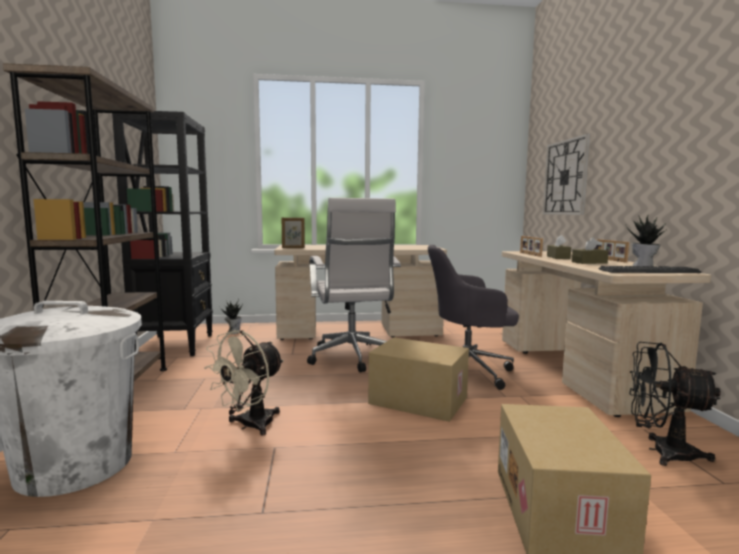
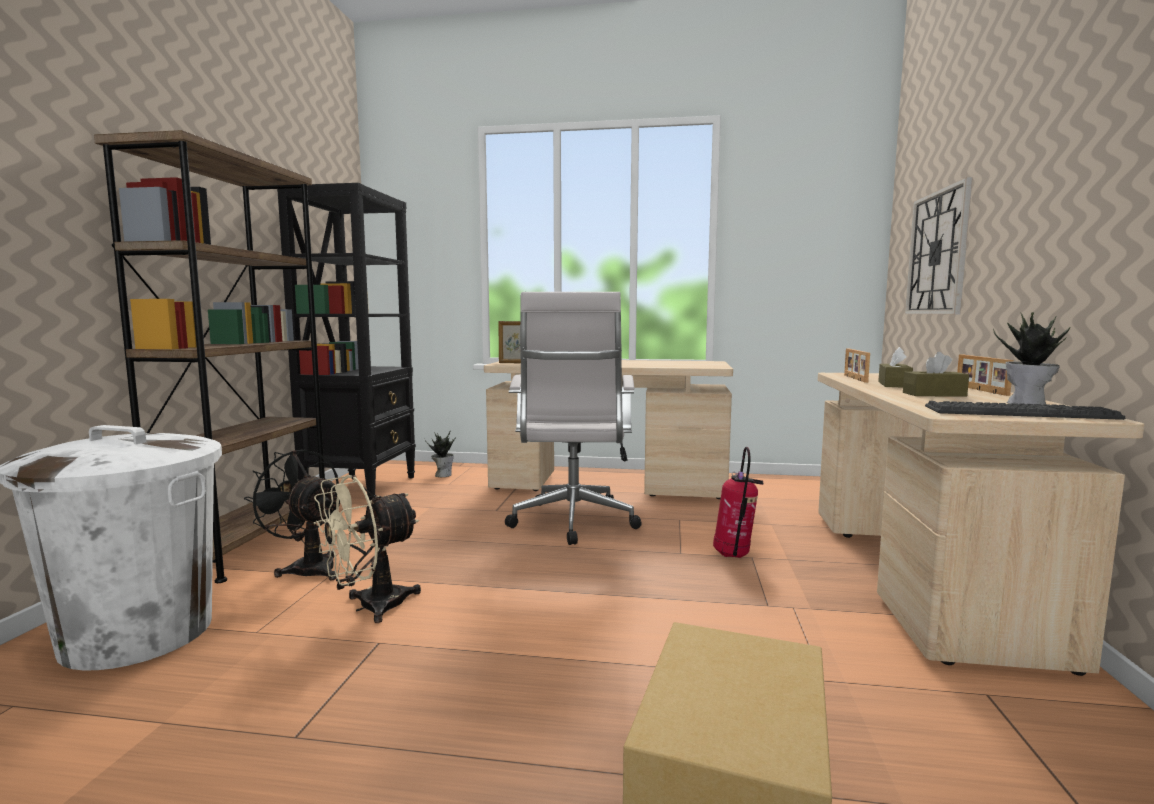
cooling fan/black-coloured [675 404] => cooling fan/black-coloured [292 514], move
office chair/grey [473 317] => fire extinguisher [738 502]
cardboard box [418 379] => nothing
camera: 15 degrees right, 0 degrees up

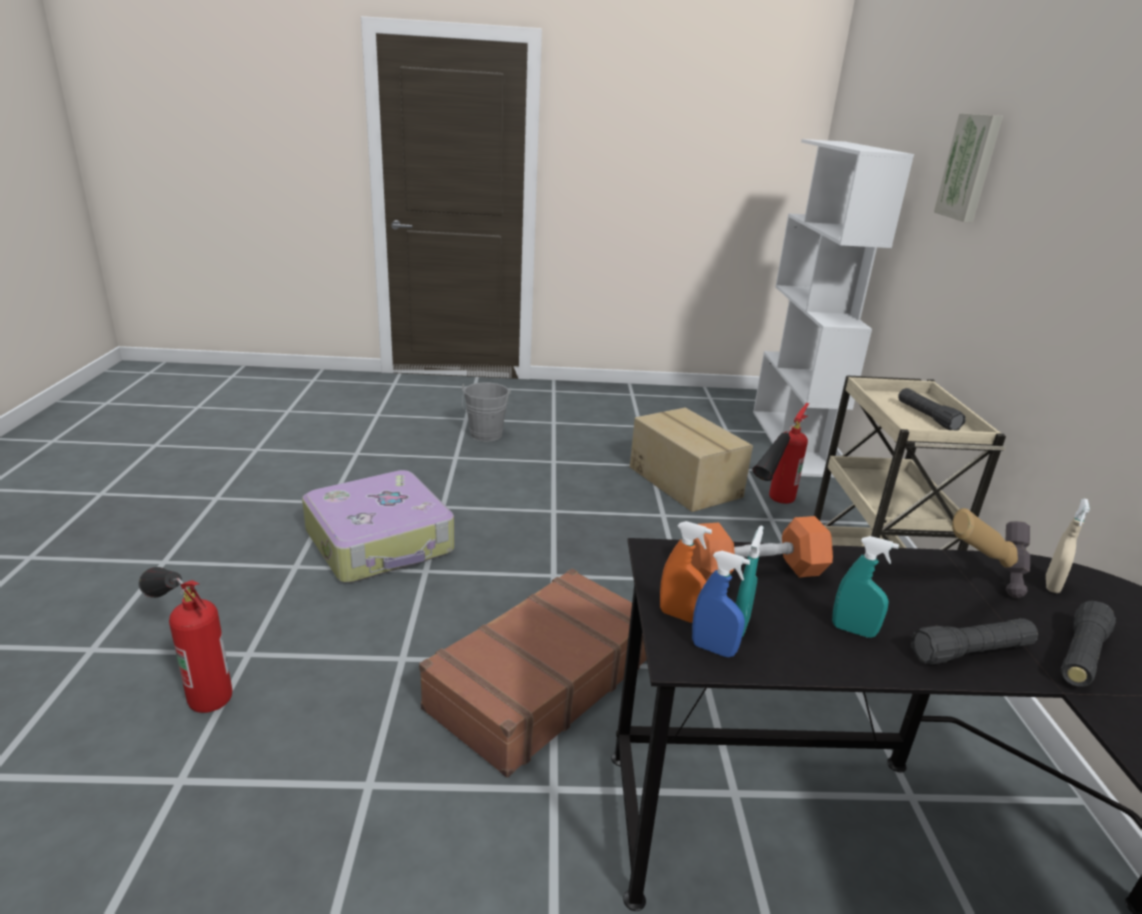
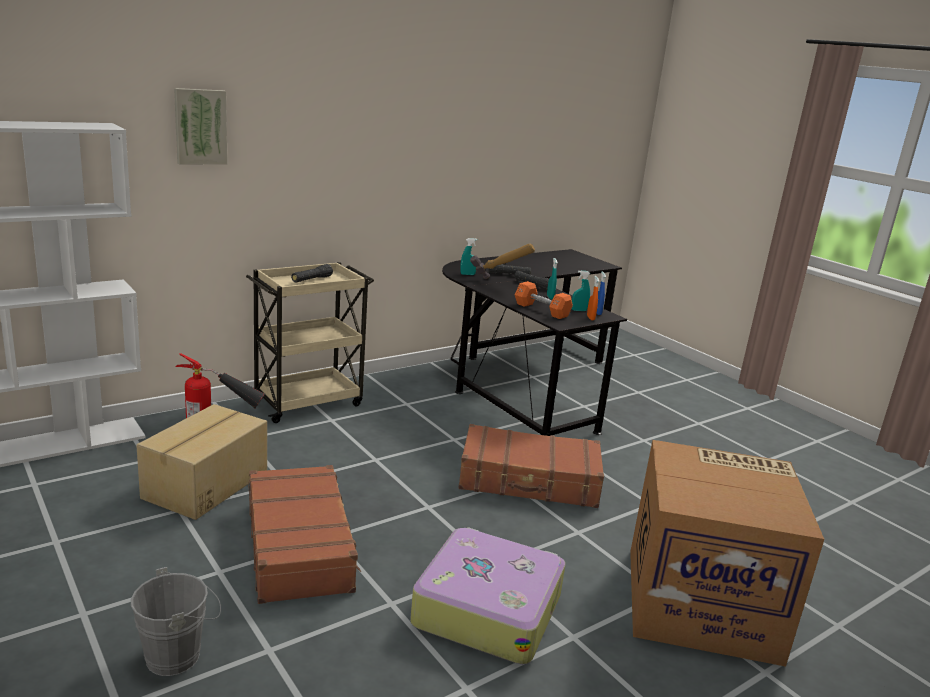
nothing => travel case/brownish [305 534]
hand sprayer/beige-coloured [1068 545] => hand sprayer/blue-green [468 256]
fire extinguisher [185 640] => cardboard box [727 553]
camera: 125 degrees left, 5 degrees down

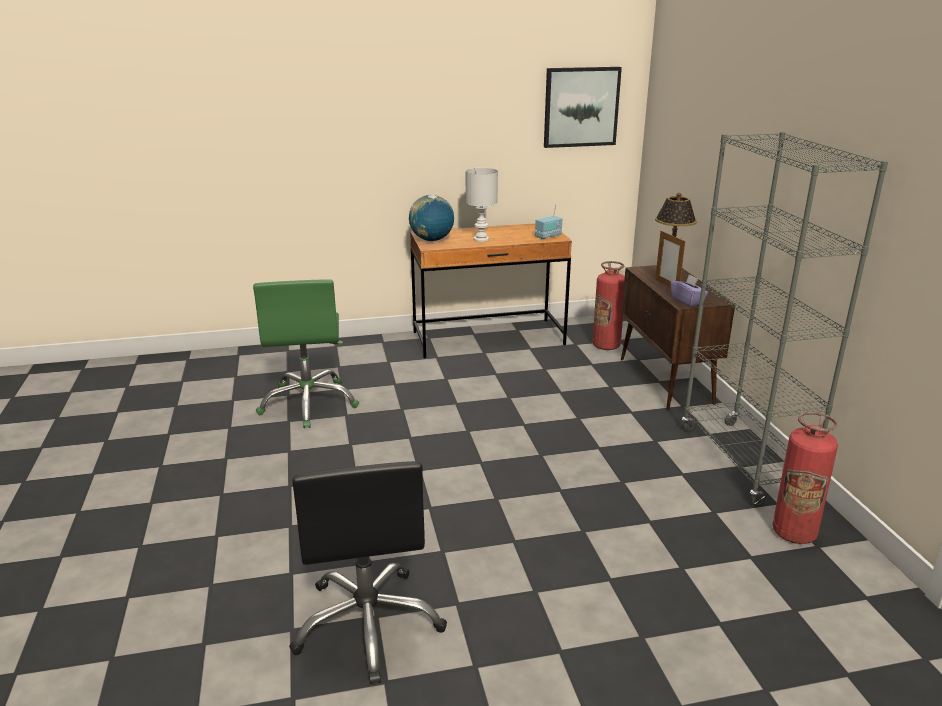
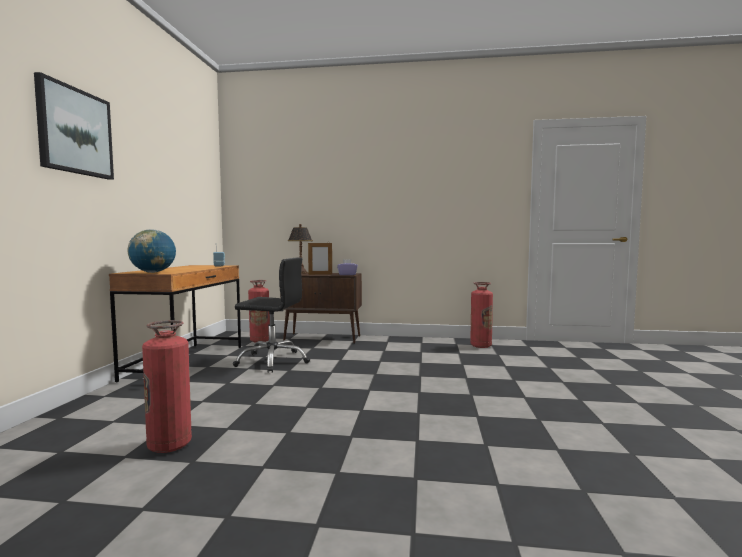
wall art [583 107] => wall art [74 126], move
office chair/green-coloured [306 354] => fire extinguisher [167 386]
office chair/black-coloured [368 572] => office chair/black-coloured [271 315], move
table lamp/white [482 204] => nothing
bookshelf/grey [785 319] => nothing
camera: 70 degrees left, 20 degrees down

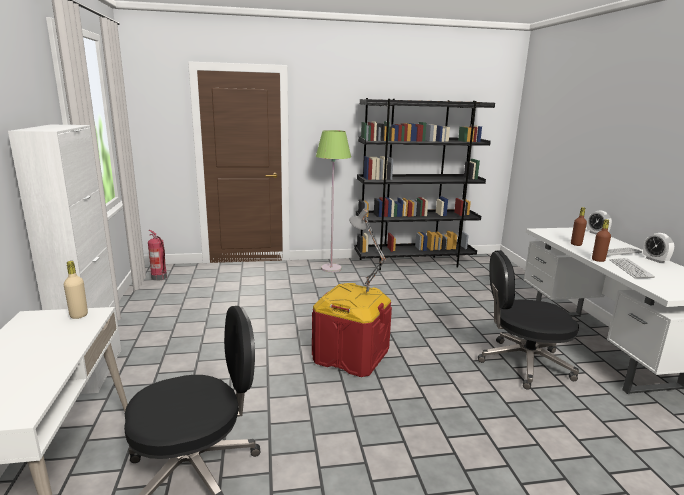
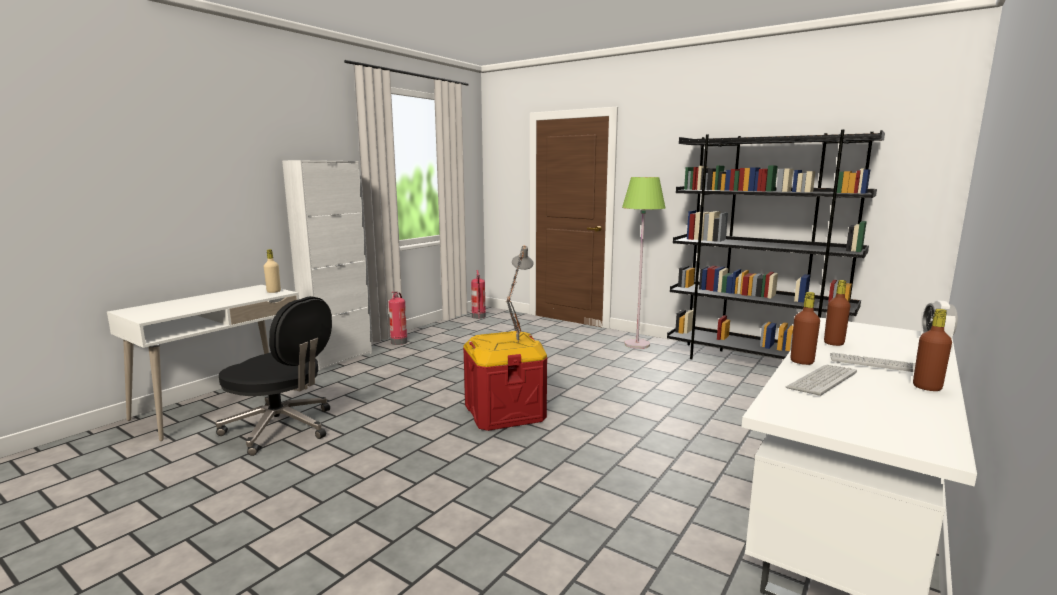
nothing => fire extinguisher [398 318]
alarm clock [658 248] => bottle/brownish [932 350]
office chair/black-coloured [528 320] => nothing
camera: 45 degrees right, 5 degrees down

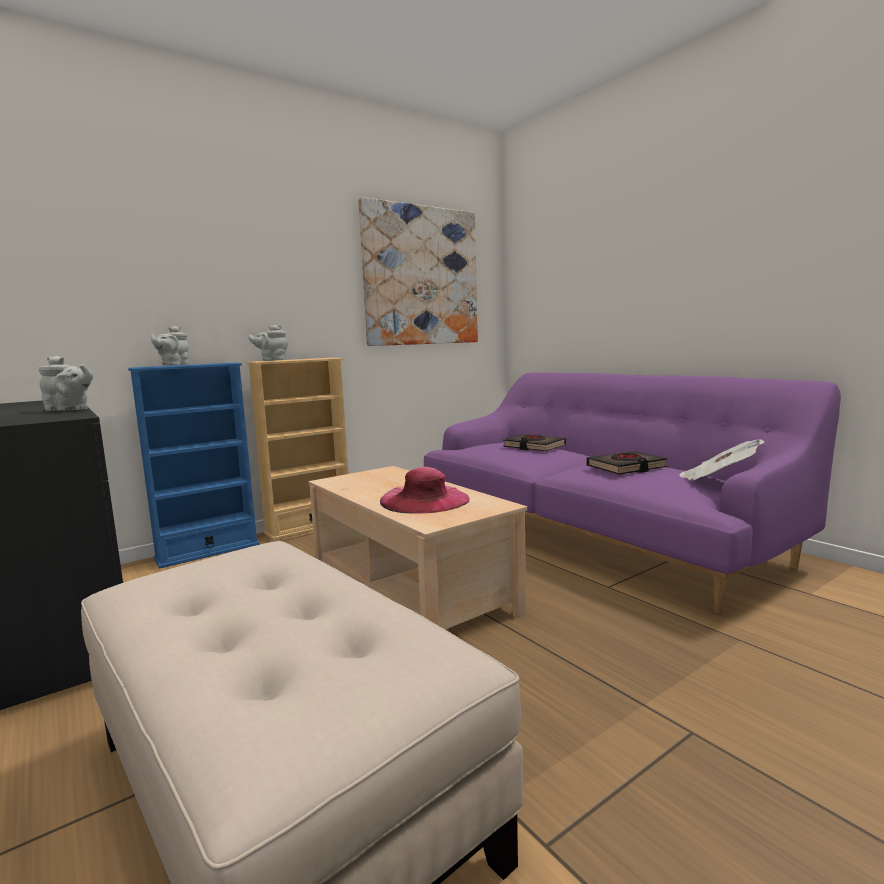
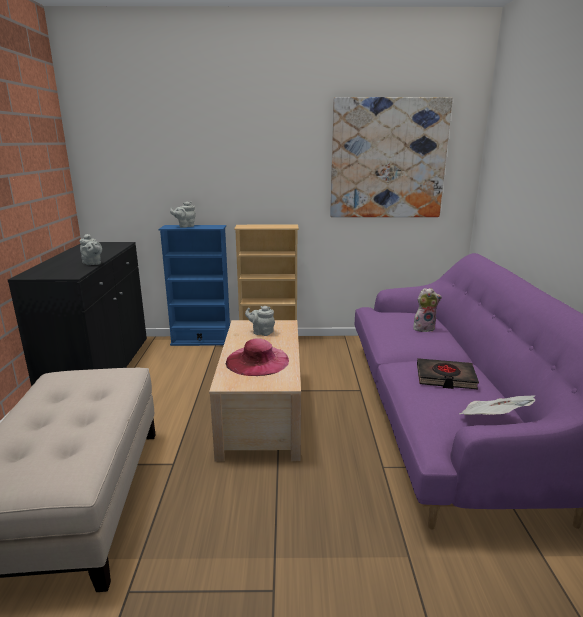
tea pot/grey [268 343] => tea pot/grey [260 321], move
book/black-coloured [534 442] => cuddly toy [427 310]
camera: 35 degrees right, 10 degrees up

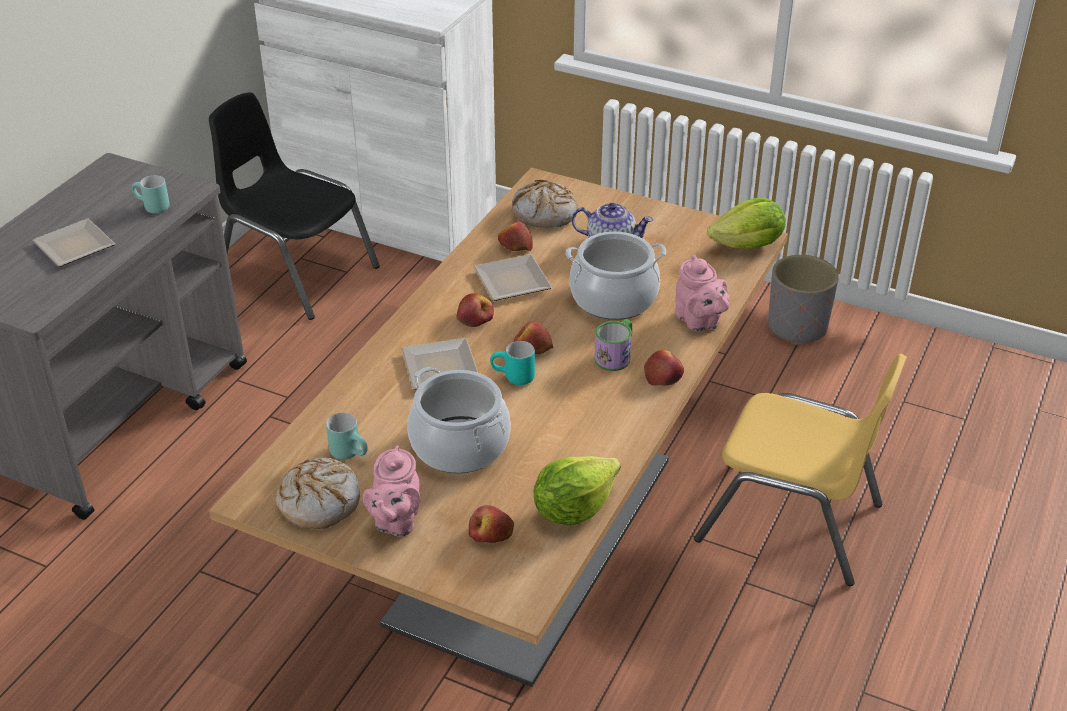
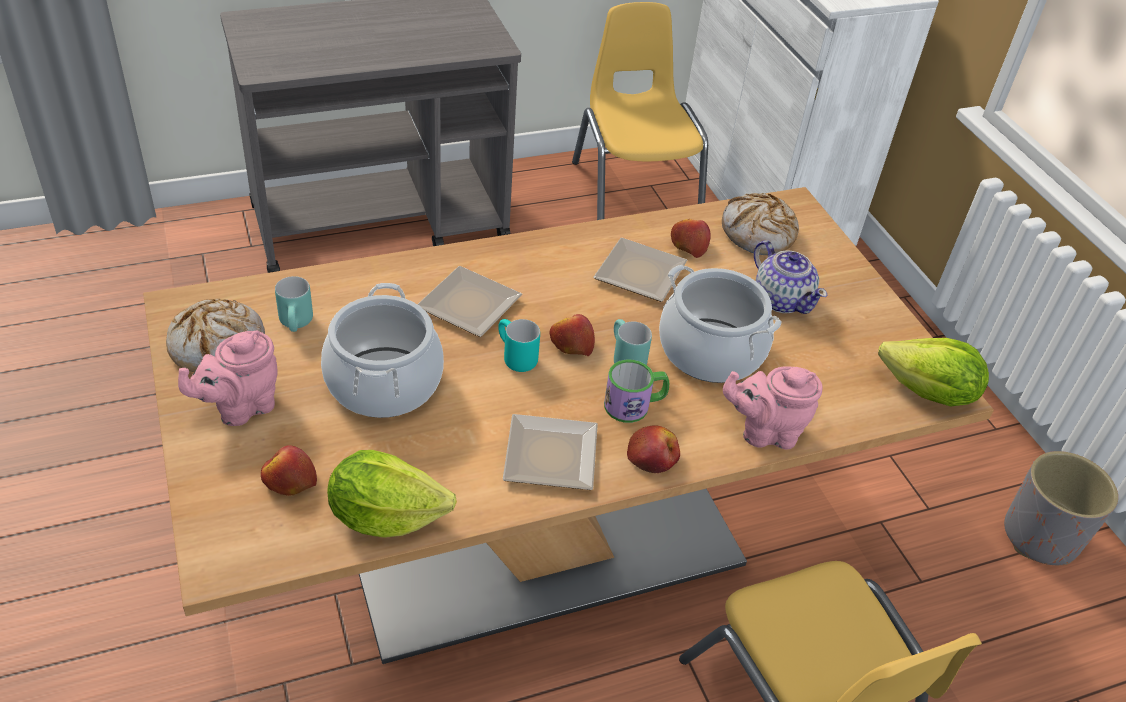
dinner plate [74 243] => dinner plate [550 452], move
upright chair/black-coloured [294 206] => upright chair/yellow-coloured [640 111]
coffee mug/blue-green [151 194] => coffee mug/blue-green [633 342], move
tea pot/pink-coloured [702 293] => tea pot/pink-coloured [772 407], 75 degrees clockwise
apple [475 310] => nothing
camera: 40 degrees right, 5 degrees up

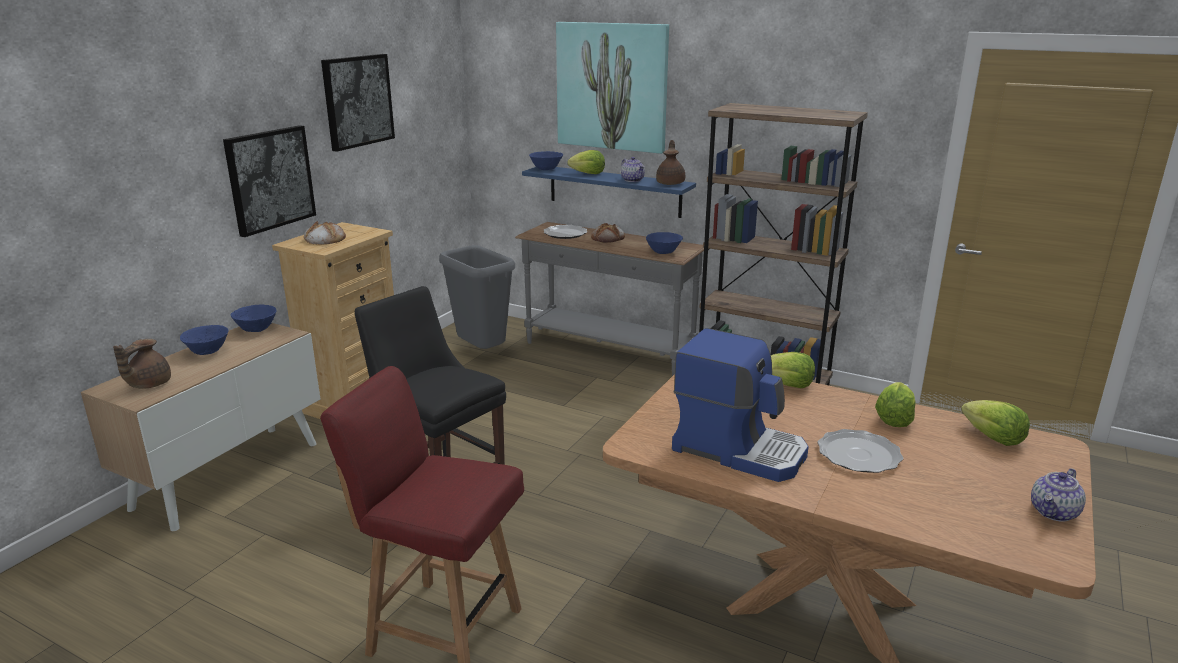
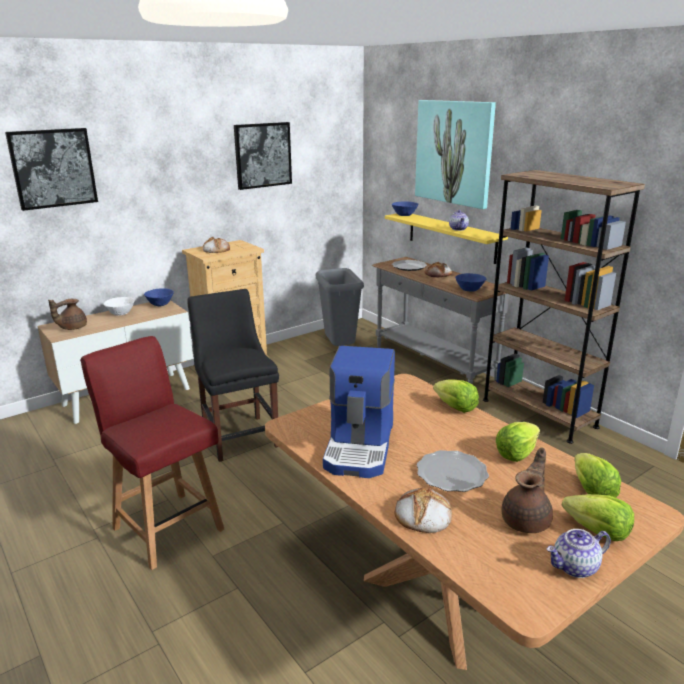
wall art [269 181] => wall art [51 169], move
serving bowl/bluish [204 340] => serving bowl/white [119 306]
coffee machine [740 405] => coffee machine [359 412], 45 degrees clockwise
bracket shelf/bluish [609 192] => bracket shelf/yellow-coloured [446 239]
nothing => baked bread [423 510]
tea pot/brownish [670 162] => tea pot/brownish [527 490], move
head of lettuce [586 162] => head of lettuce [597 517], move
camera: 25 degrees right, 0 degrees up

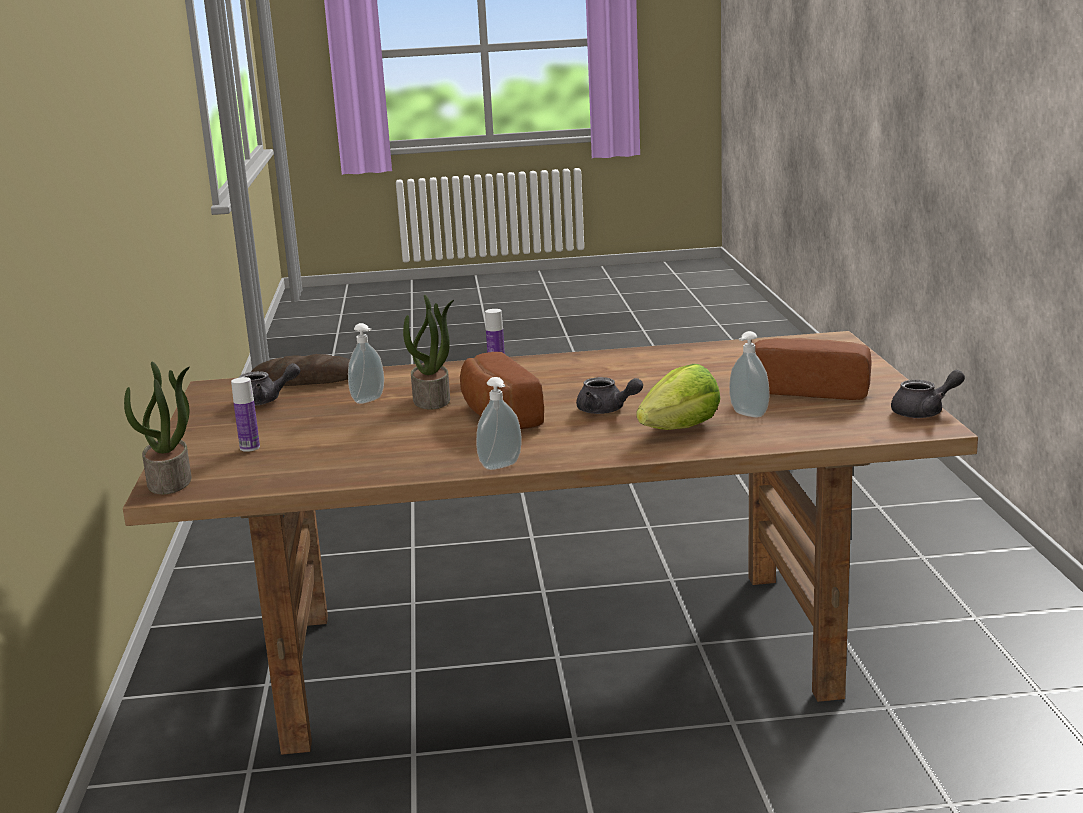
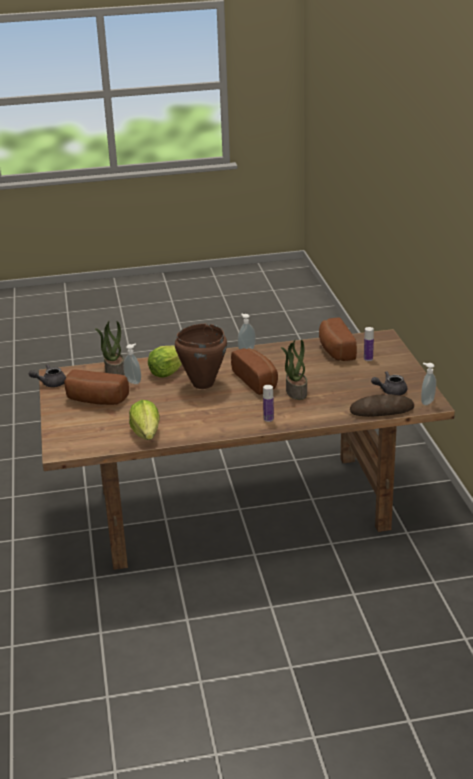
potted plant [157 428] => potted plant [109 348], move
nothing => head of lettuce [144 420]
tea pot/grey [609 395] => cooking pot/brownish [201 356]
nothing => baked bread [338 339]
soap bottle [366 363] => soap bottle [428 384], move
camera: 175 degrees right, 10 degrees up

